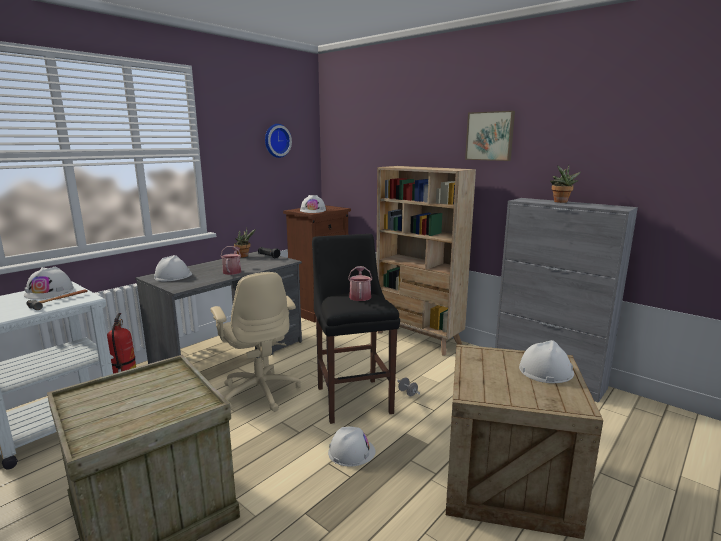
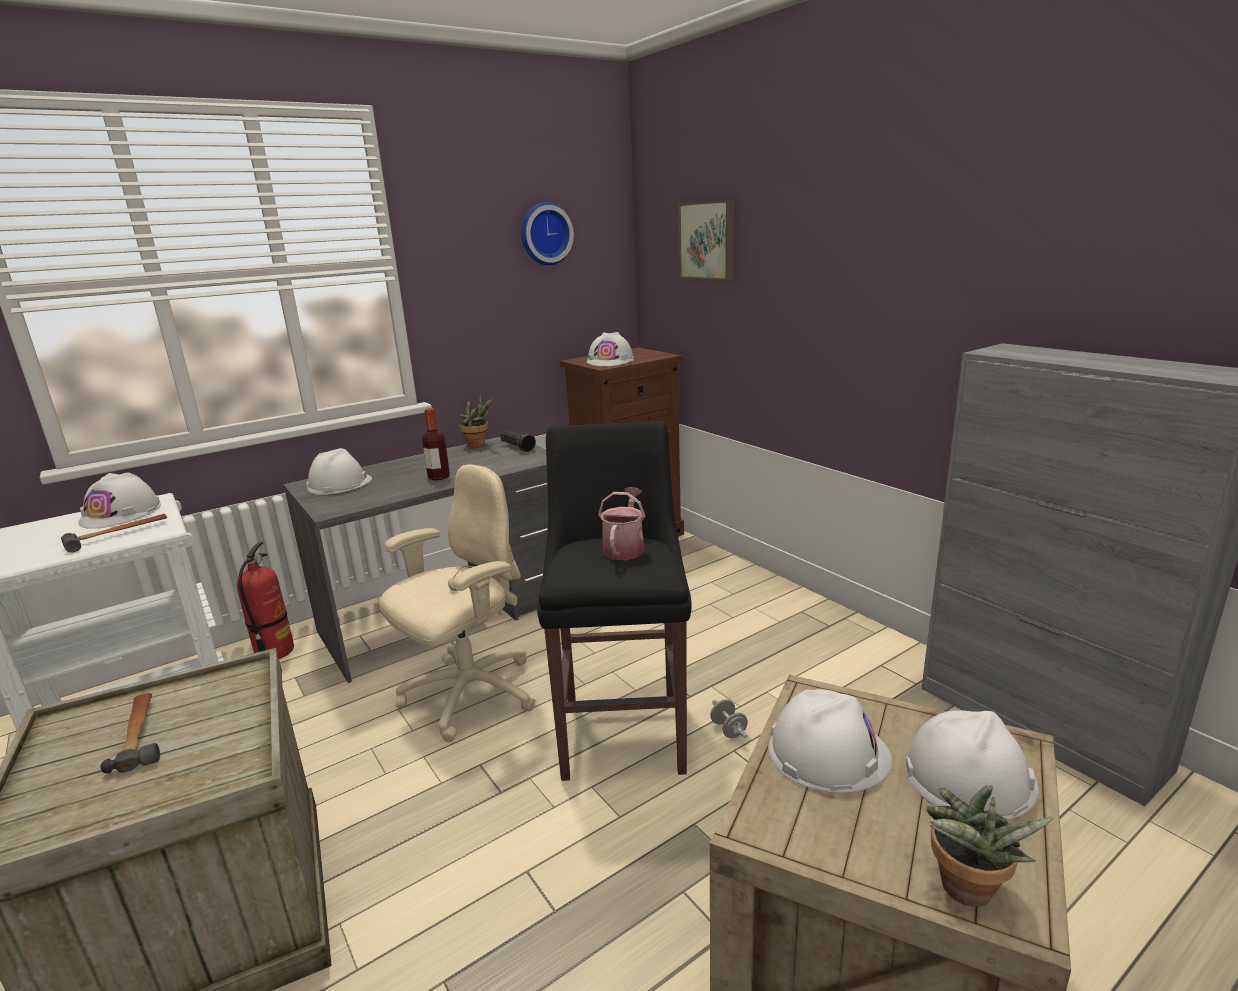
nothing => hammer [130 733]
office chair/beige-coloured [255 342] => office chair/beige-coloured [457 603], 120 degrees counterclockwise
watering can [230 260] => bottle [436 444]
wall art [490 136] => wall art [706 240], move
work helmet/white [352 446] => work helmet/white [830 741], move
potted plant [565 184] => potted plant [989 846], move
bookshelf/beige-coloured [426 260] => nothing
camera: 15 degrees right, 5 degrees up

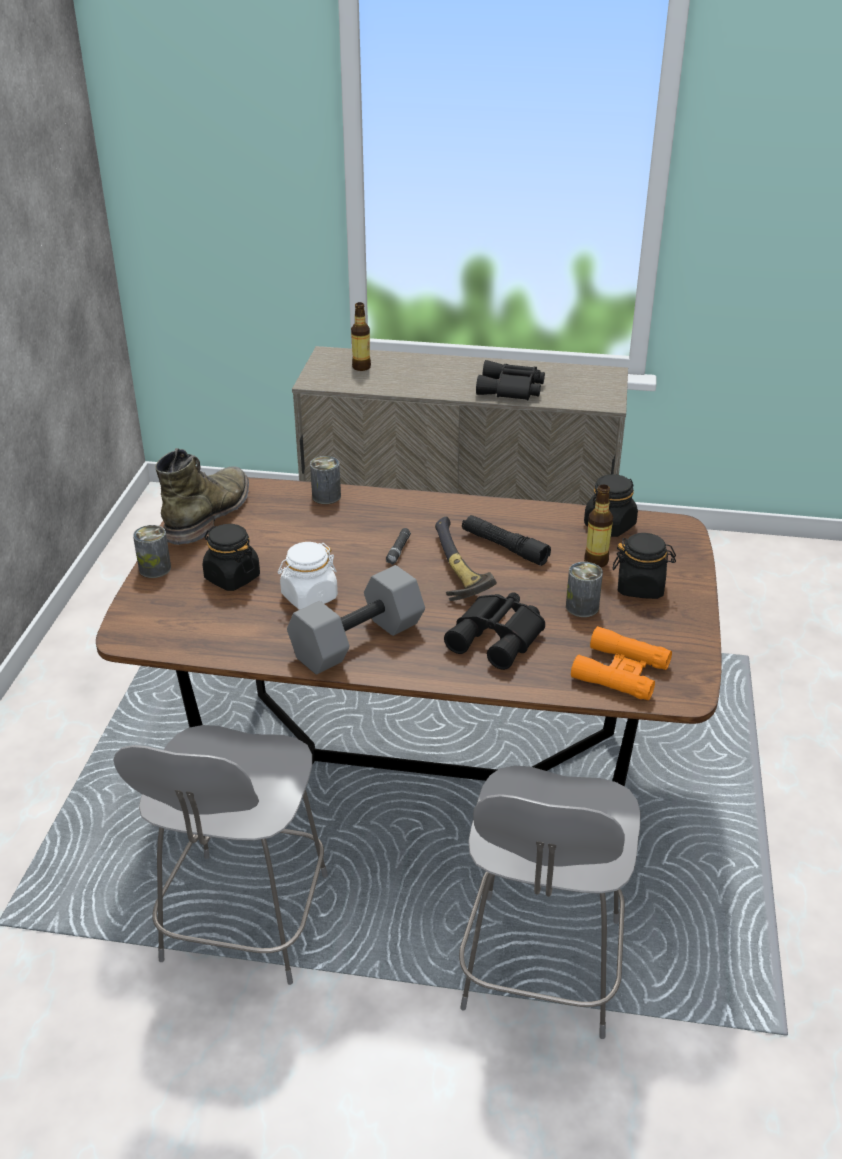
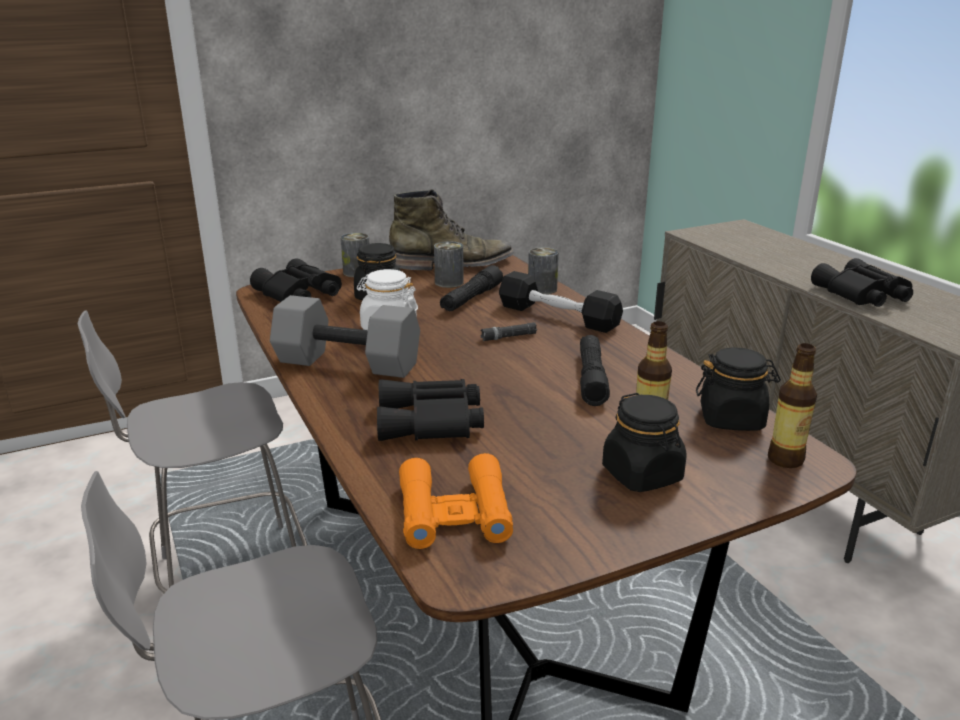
nothing => field glasses/black-coloured [296 280]
sealed can [584 589] => sealed can [449 264], move
nothing => torch/black-coloured [471 288]
nothing => free weight/black-coloured [561 302]
bottle [361 336] => bottle [792 405], move
hammer [466 558] => nothing
camera: 55 degrees right, 10 degrees down

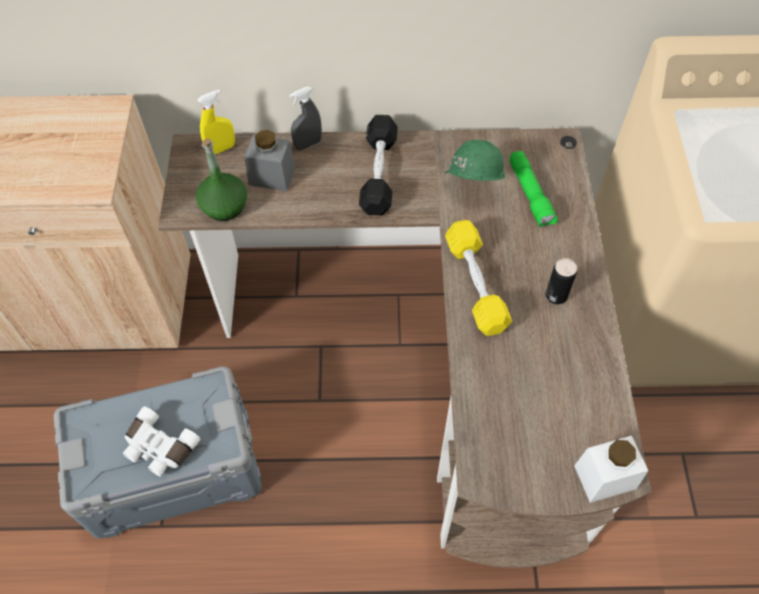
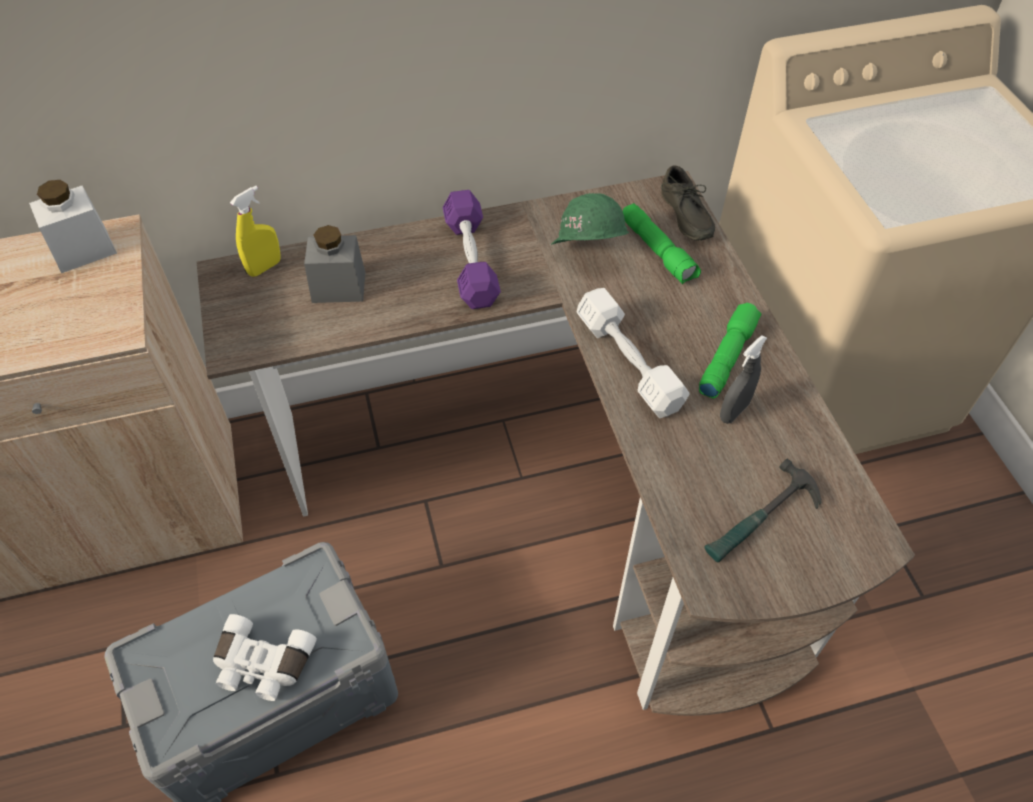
storage jar/white [611 469] => storage jar/white [73 226], move
free weight/black-coloured [378 165] => free weight/purple [472 249]
free weight/yellow-coloured [478 278] => free weight/white [632 353]
nothing => item of footwear/grey [688 203]
sealed can [561 281] => torch/green-coloured [730 350]
nothing => hammer [763 510]
hand sprayer/grey [306 118] => hand sprayer/grey [743 379], move
bottle/green-coloured [221 179] => nothing
camera: 15 degrees left, 5 degrees down

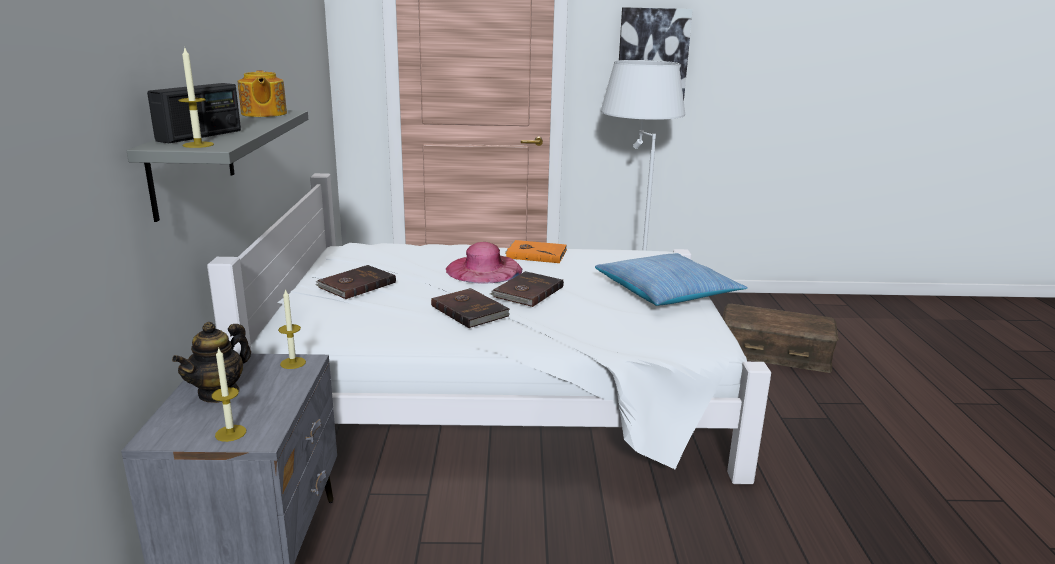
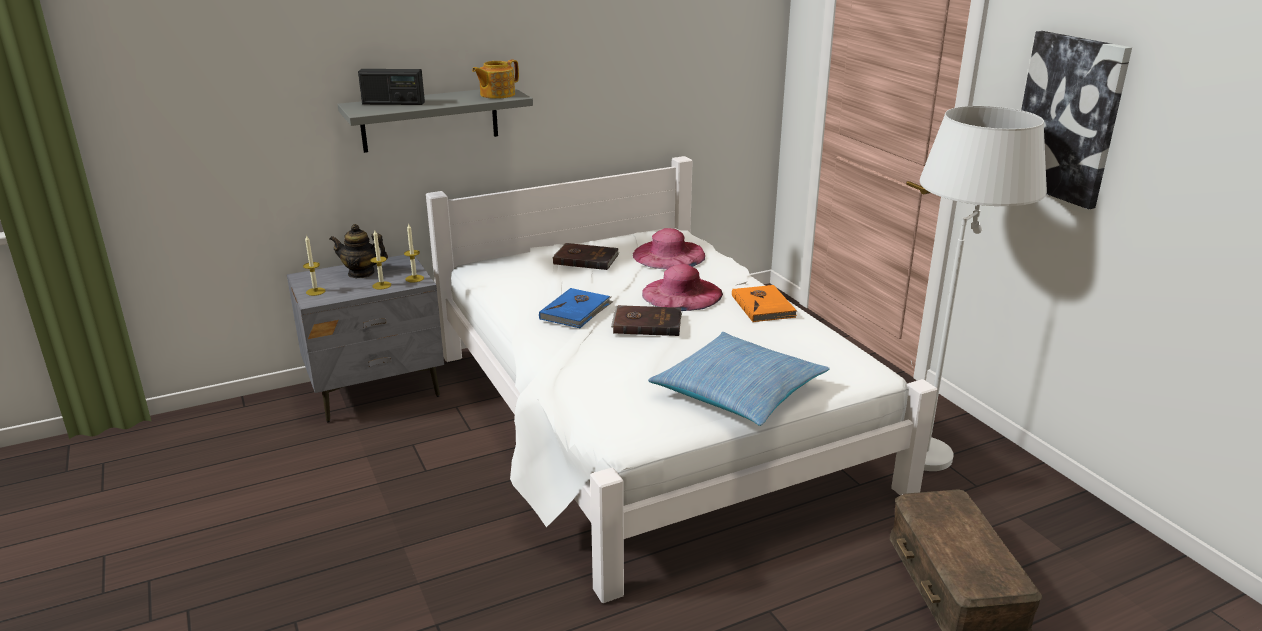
wax candle [196 97] => wax candle [381 260], move
book/brownish [470 308] => book/bluish [576 308]
nothing => clothing hat/pink-coloured [669 248]
camera: 65 degrees right, 5 degrees up

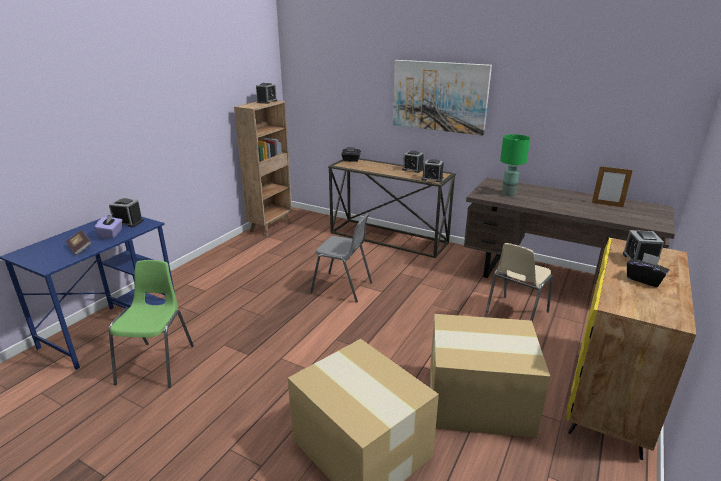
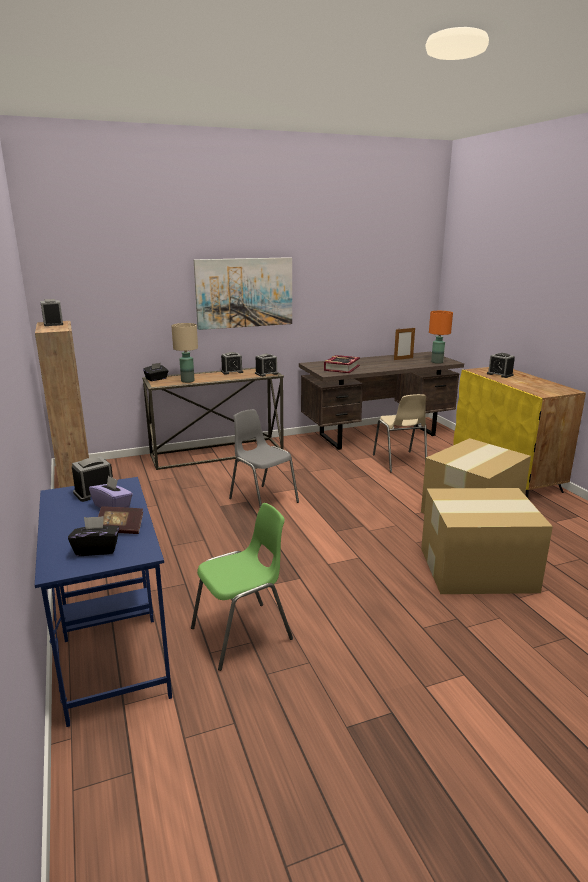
tissue holder/black-coloured [648 269] => tissue holder/black-coloured [93 536], move
nothing => table lamp/beige-coloured [184 353]
upright chair/green-coloured [151 324] => upright chair/green-coloured [242 587], 105 degrees clockwise
upright chair/grey [341 258] => upright chair/grey [264 458], 105 degrees counterclockwise
table lamp/green-coloured [515 165] => book [342 364]
nothing => table lamp/orange [441 337]
camera: 50 degrees left, 5 degrees down

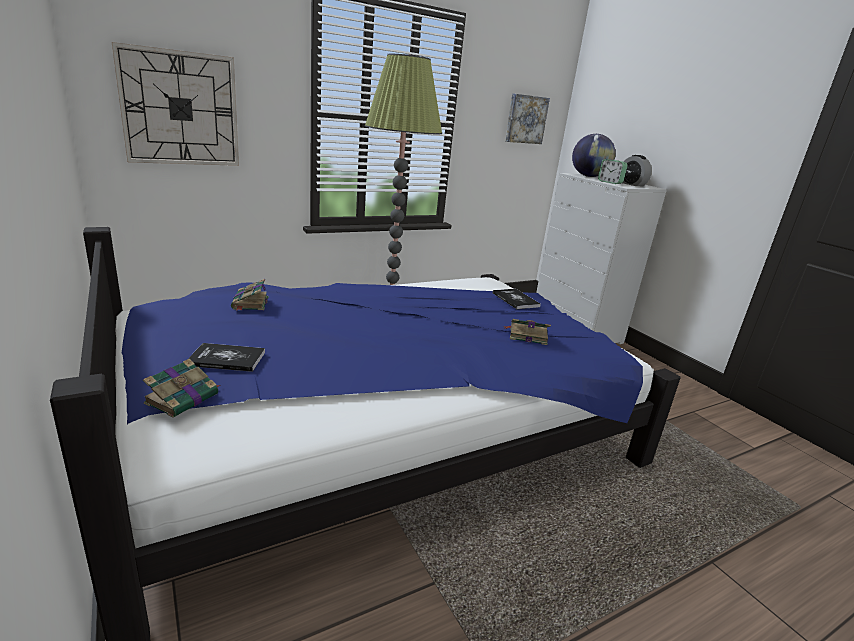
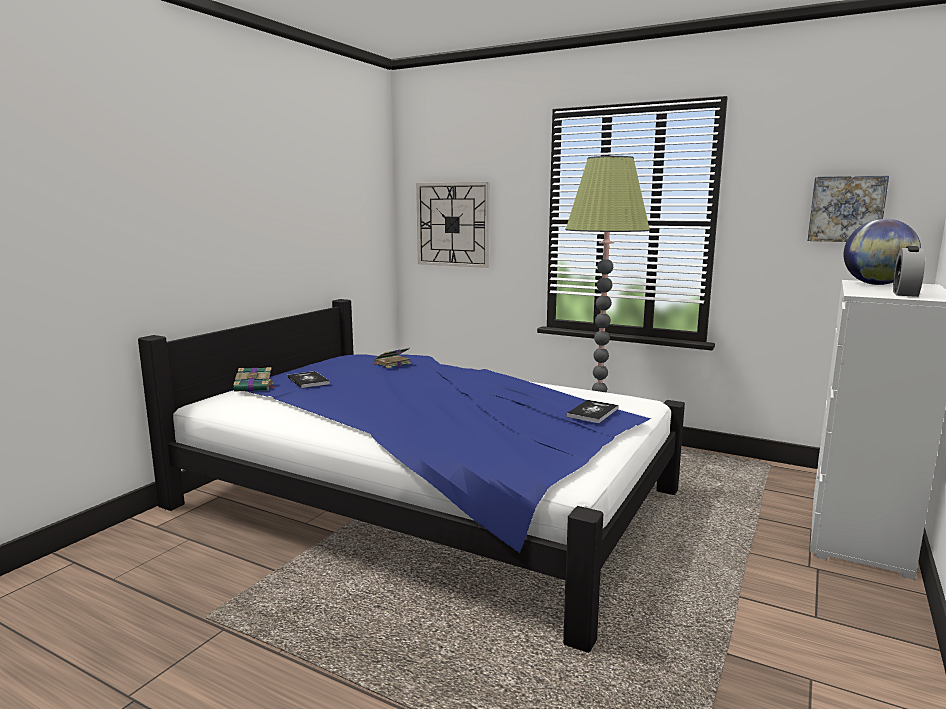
book [527 332] => nothing
alarm clock [613 171] => nothing
camera: 60 degrees right, 10 degrees down

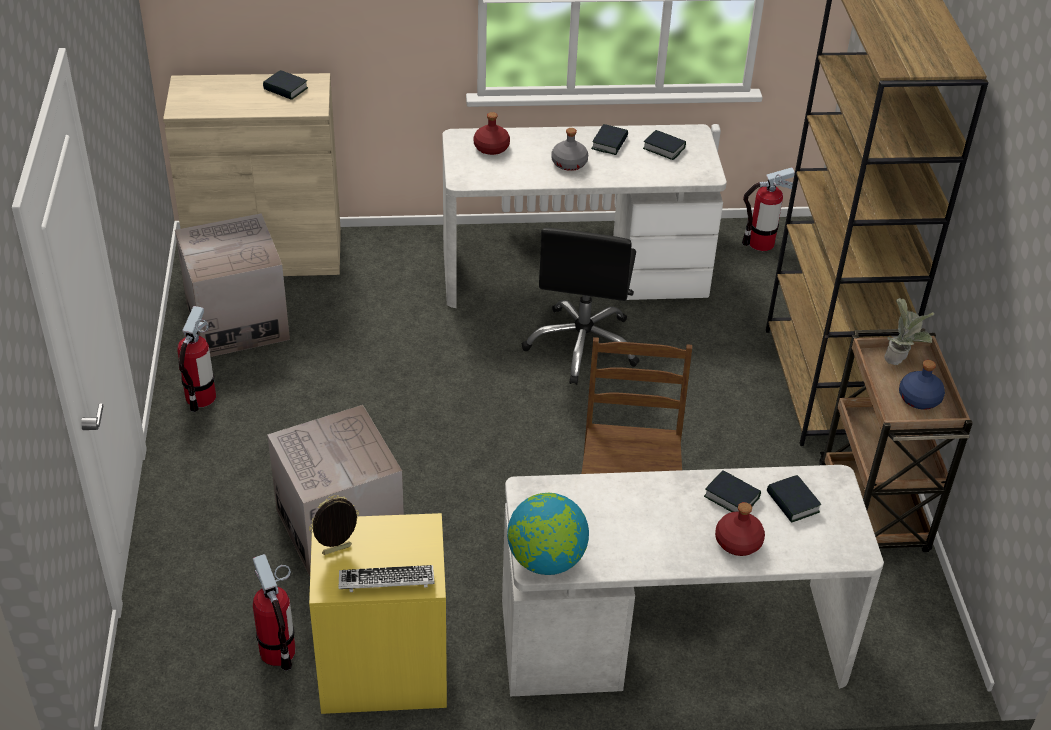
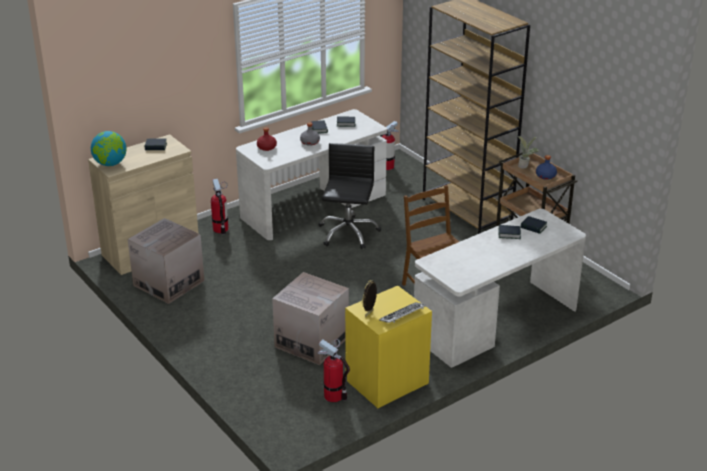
desk globe [548 534] => desk globe [109 148], move
fire extinguisher [196 359] => fire extinguisher [219 206], move
office chair/black-coloured [581 306] => office chair/black-coloured [349 196], 150 degrees counterclockwise
bottle/red [740 529] => nothing
camera: 30 degrees left, 10 degrees down

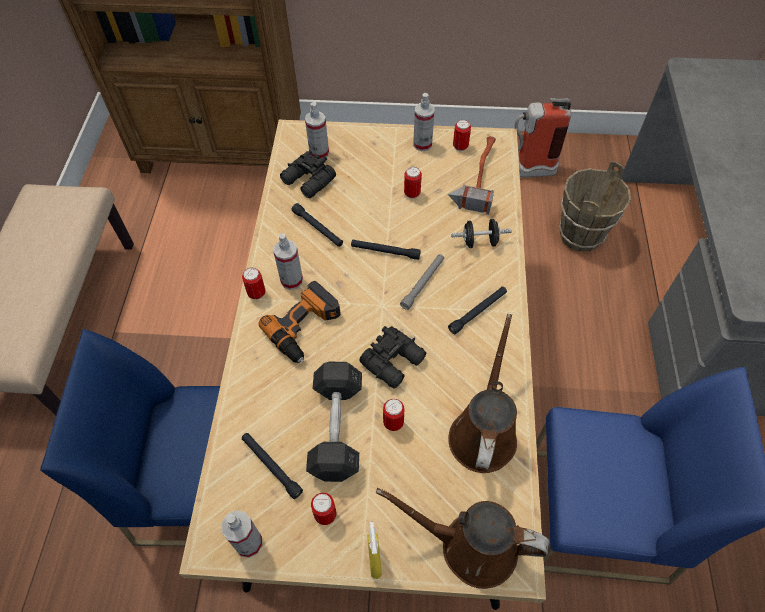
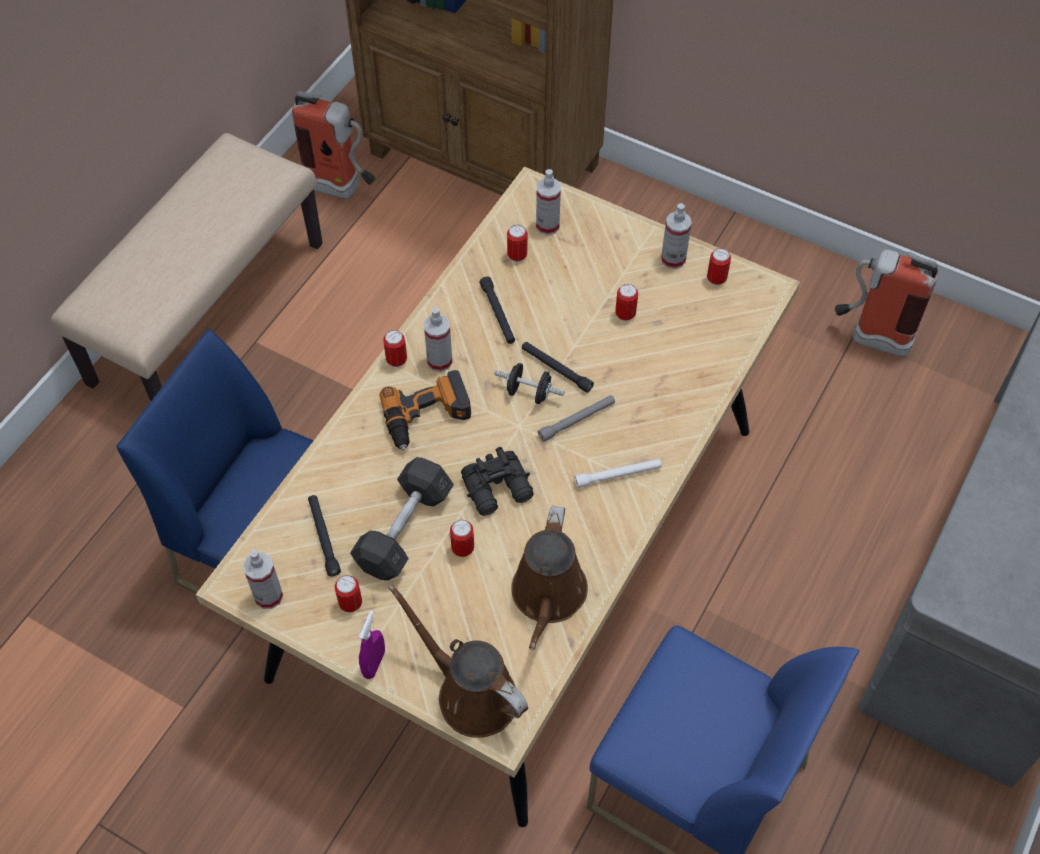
nothing => fire extinguisher [334 145]
hand sprayer/yellow-coloured [375 550] => hand sprayer/purple [372 644]
free weight/black-coloured [481 233] => free weight/black-coloured [529 383], move
field glasses/black-coloured [308 174] => sealed can [517 243]
watering can/brownish [482 393] => watering can/brownish [549 578], 150 degrees clockwise
torch/black-coloured [477 310] => torch/white [618 473]
hammer [472 175] => nothing
bucket/brownish [595 206] => nothing
camera: 25 degrees right, 0 degrees up

